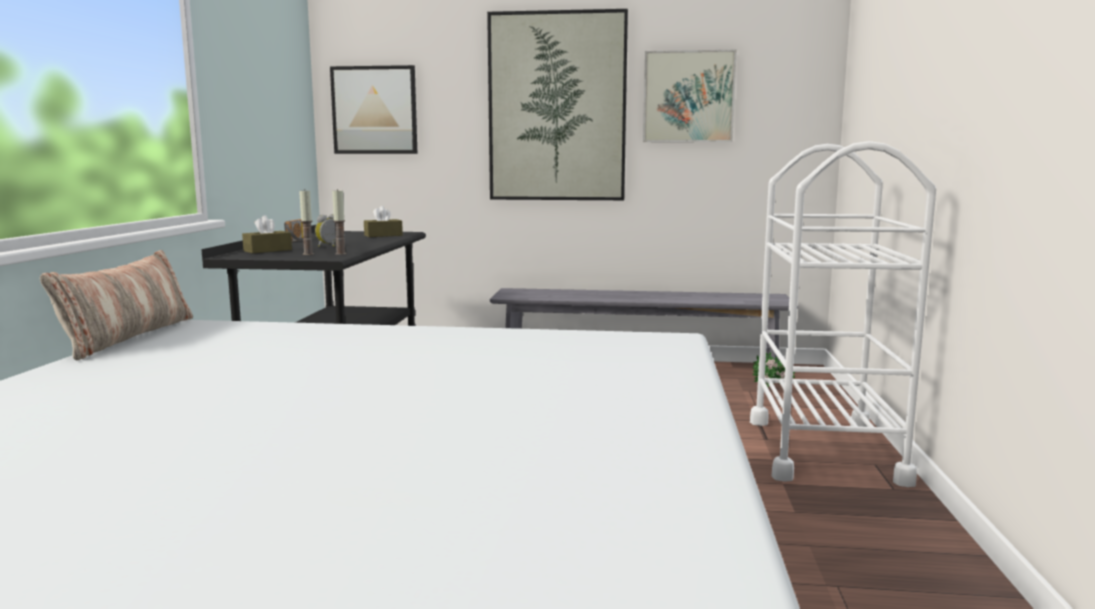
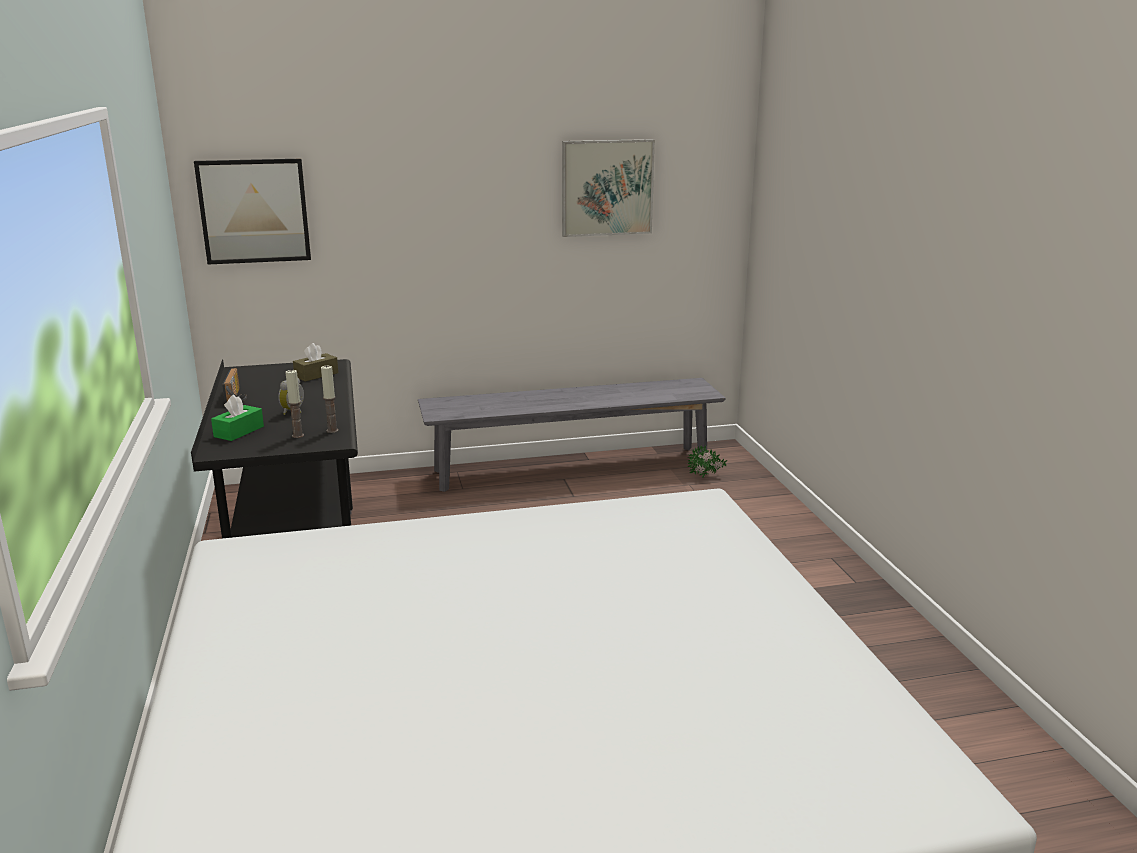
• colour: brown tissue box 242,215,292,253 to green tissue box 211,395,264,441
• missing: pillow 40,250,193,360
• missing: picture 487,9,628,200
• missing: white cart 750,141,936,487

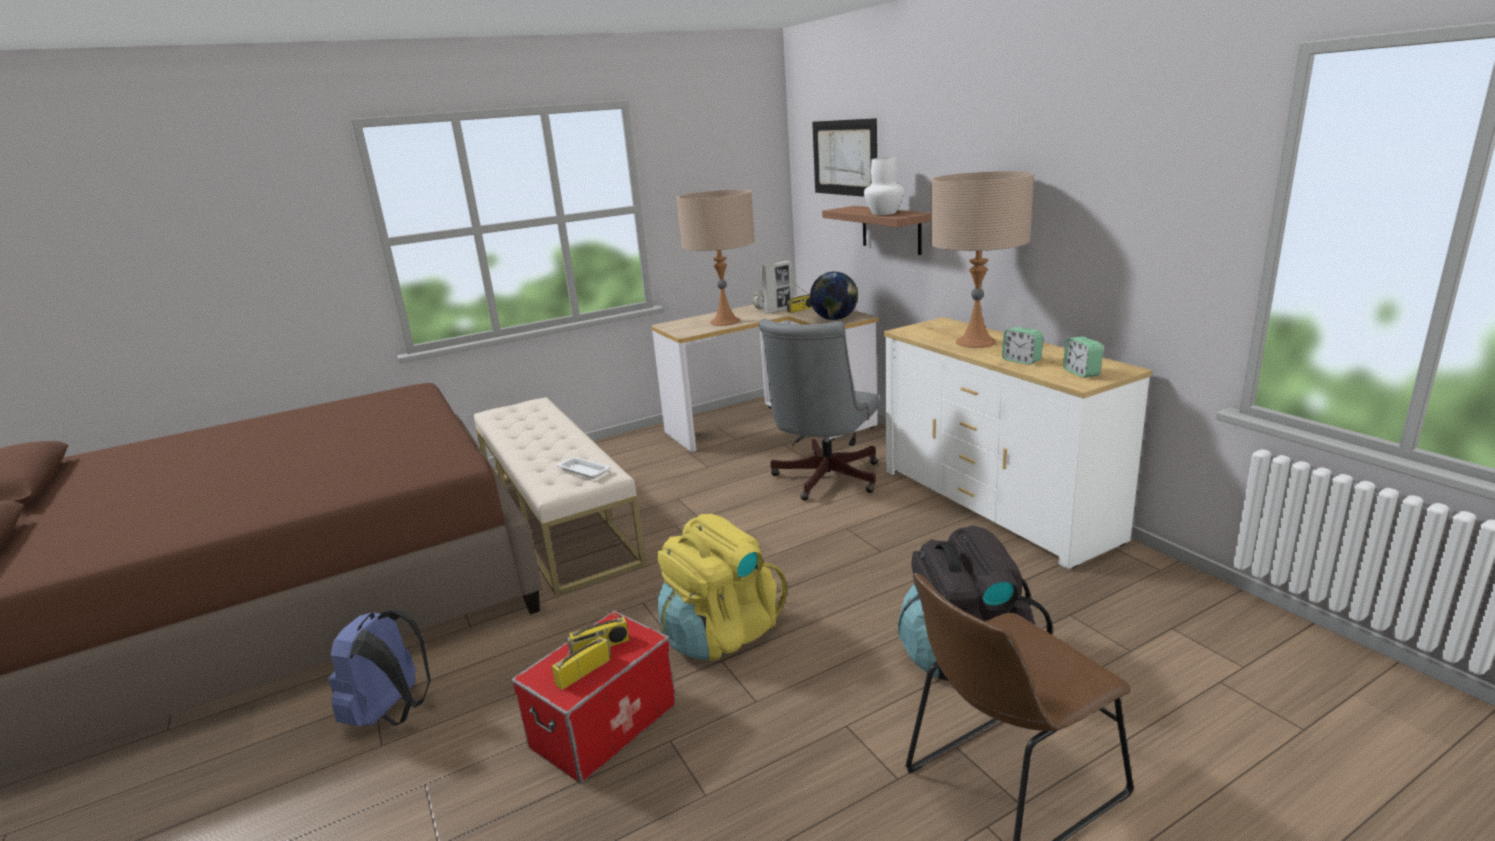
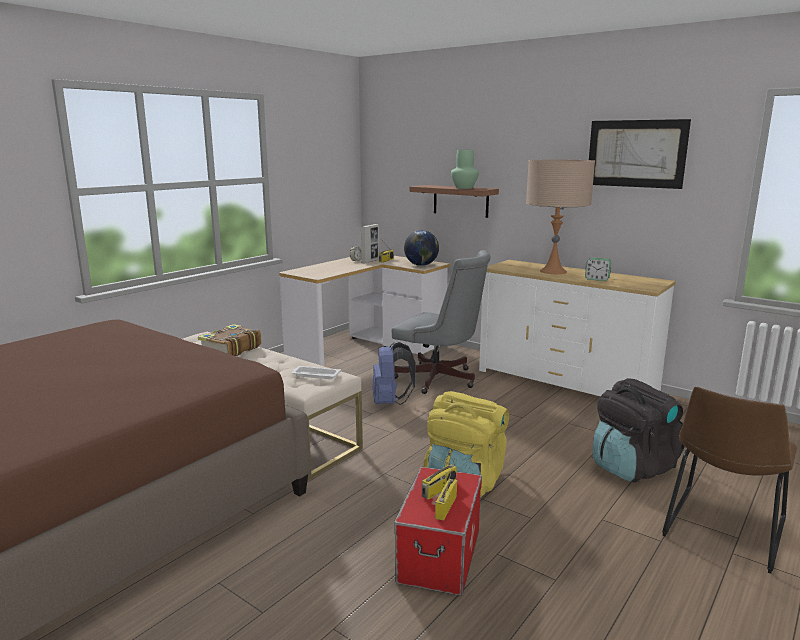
• appeared: book 198,324,261,356
• relocated: blue backpack 328,610,431,726 to 373,342,416,405
• spun: grey office chair 759,319,880,501 = 392,250,491,394 60 degrees counterclockwise
• colour: white vase 864,157,904,215 to green vase 451,150,479,189
• relocated: picture 812,118,877,197 to 589,119,691,189
• missing: beige table lamp 677,190,755,326
• missing: alarm clock 1063,337,1103,378

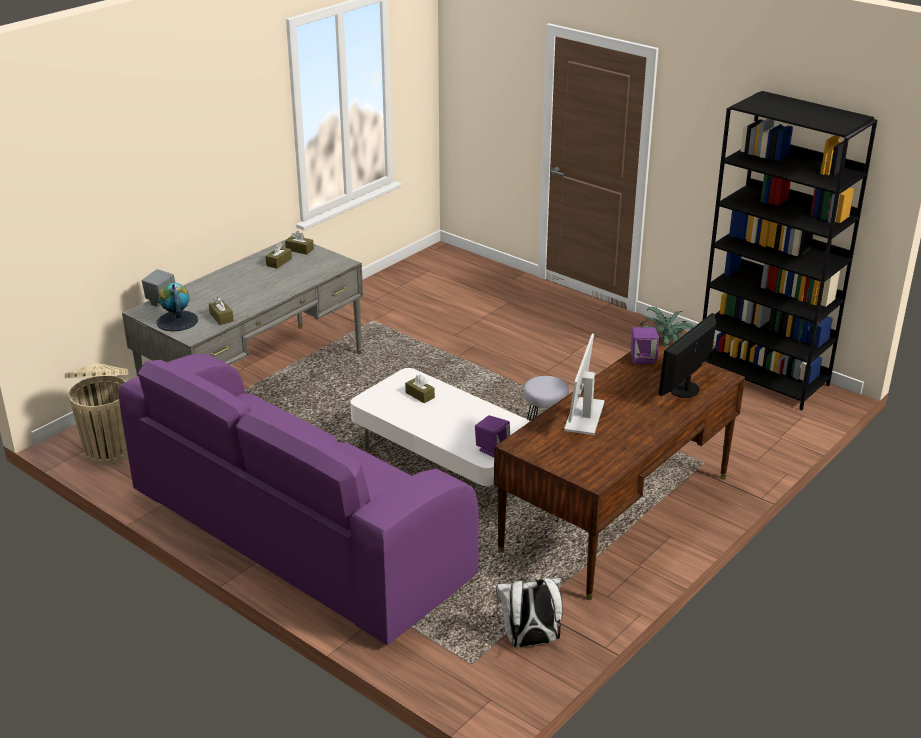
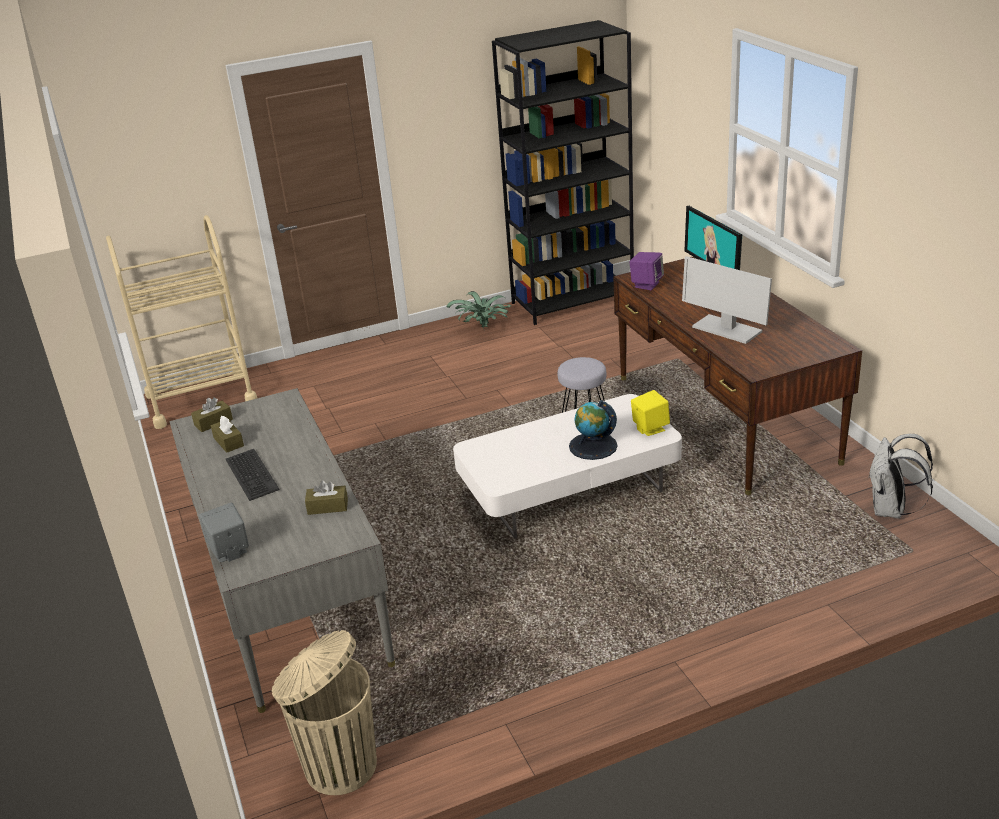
• appeared: beige cart 106,215,257,429
• appeared: keyboard 226,449,280,501
• relocated: globe 157,283,198,331 to 569,400,618,460
• colour: purple speaker 475,415,510,457 to yellow speaker 631,390,670,436
• missing: purple sofa 118,353,479,645
• missing: brown tissue box 405,375,435,403

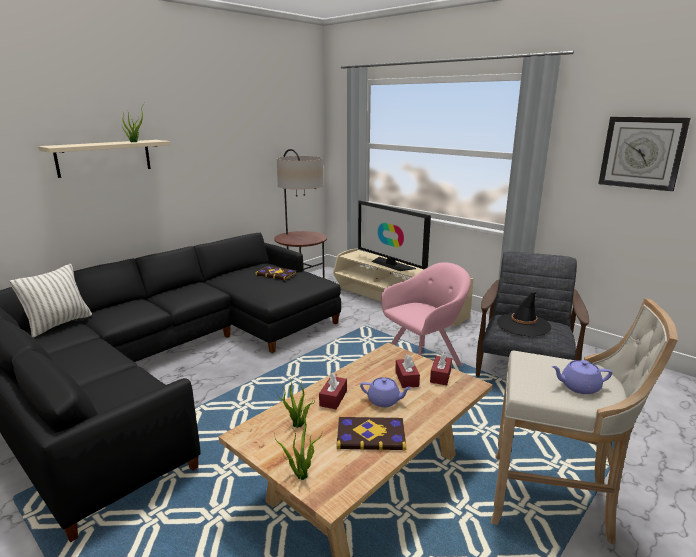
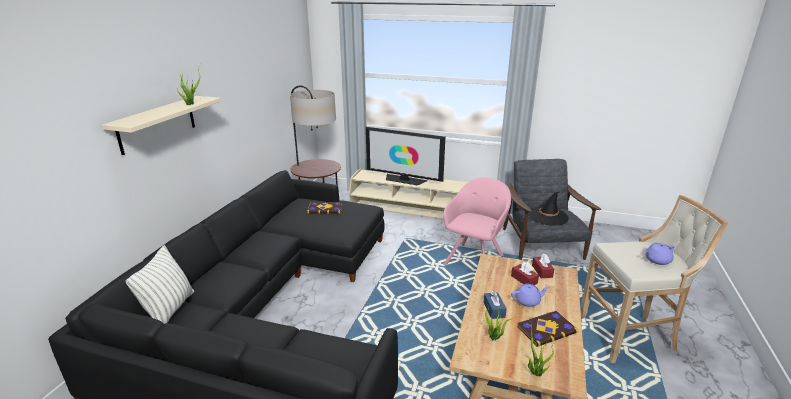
• colour: red tissue box 319,373,347,409 to blue tissue box 484,291,507,319
• missing: wall clock 598,117,691,192

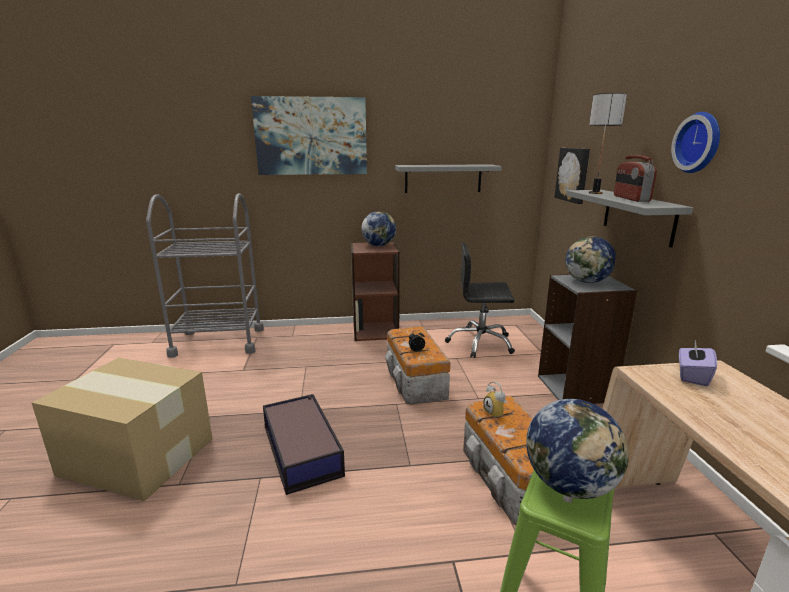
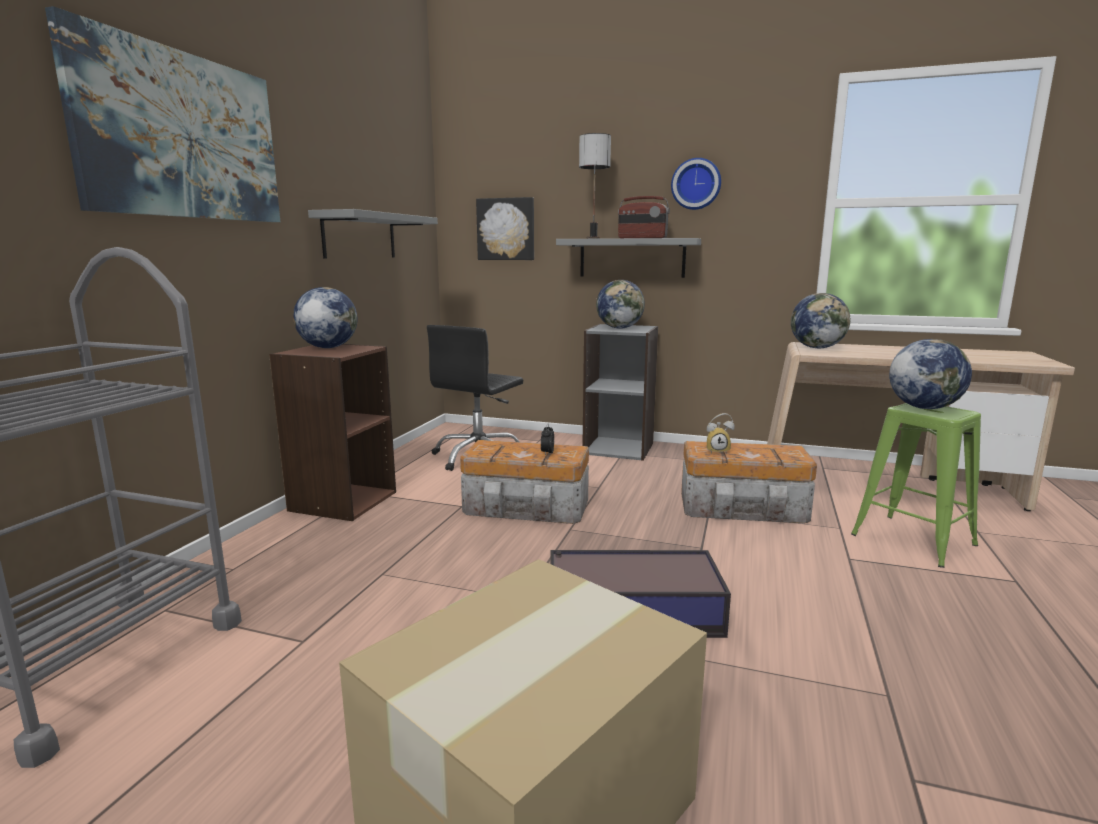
• exchanged: purple tissue box 679,340,717,386 to globe 791,293,851,348

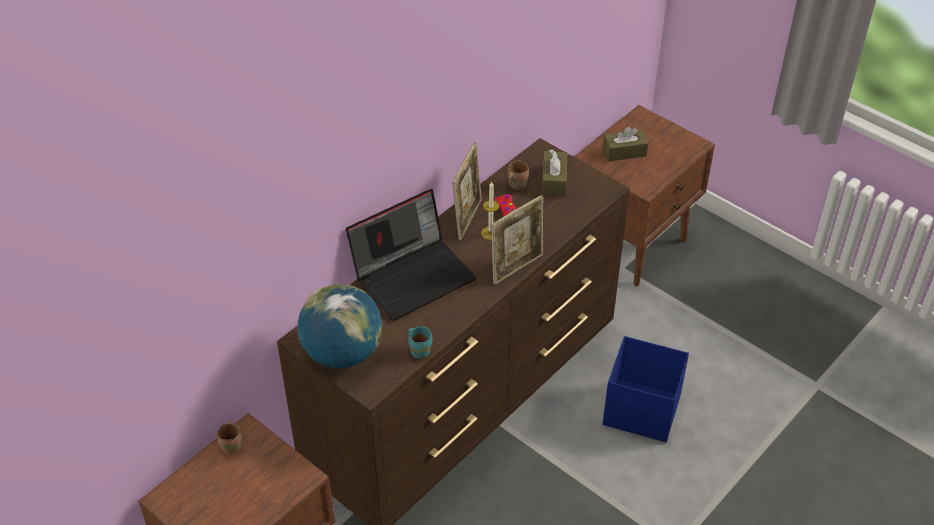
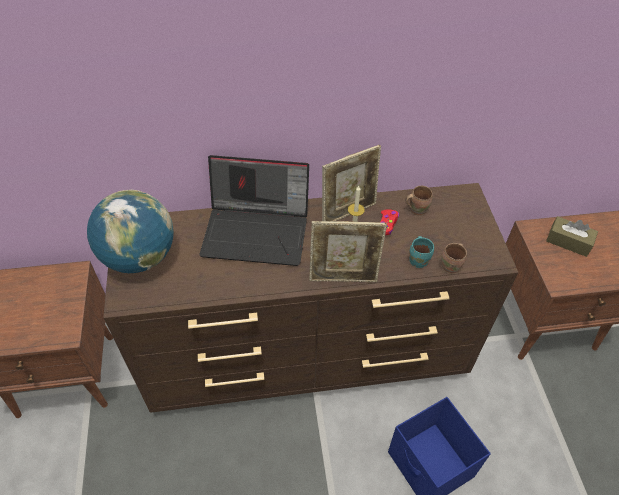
• relocated: turquoise mug 408,326,432,359 to 409,236,434,268
• relocated: brown mug 217,421,242,454 to 442,243,467,274
• missing: brown tissue box 542,149,567,196

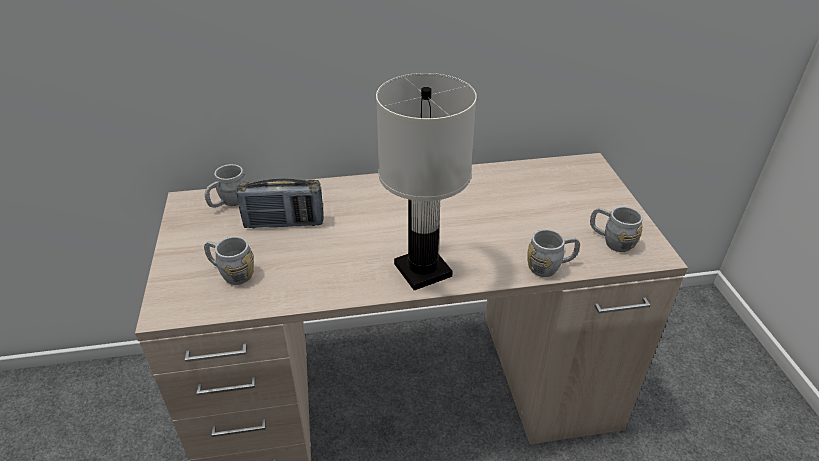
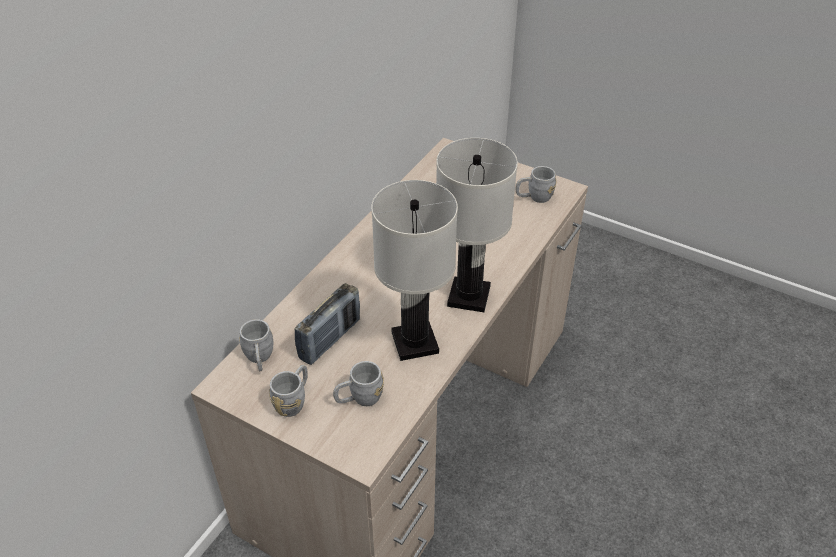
• relocated: grey mug 527,229,580,277 to 269,365,308,417
• appeared: white table lamp 371,180,458,361

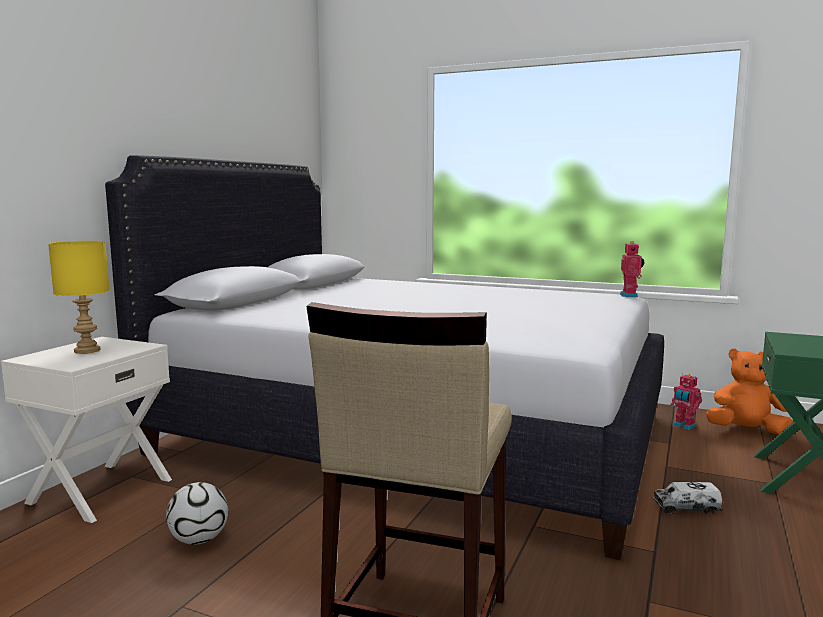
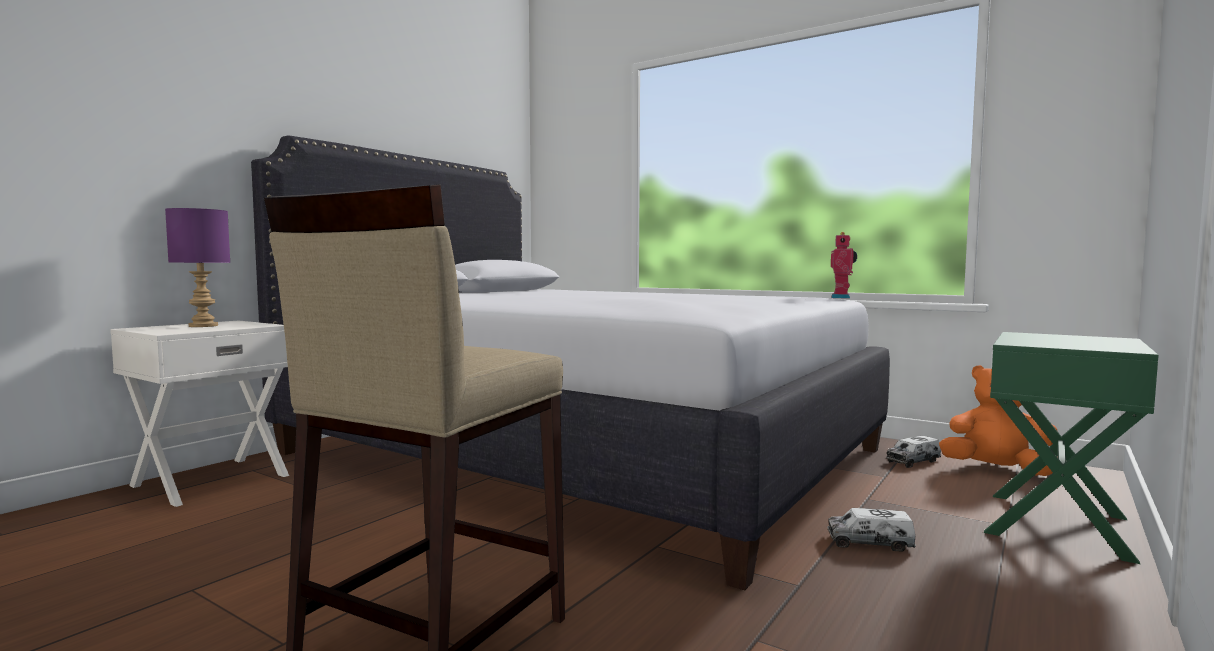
• colour: yellow table lamp 48,241,110,354 to purple table lamp 165,208,230,327
• exchanged: toy robot 671,373,702,430 to toy truck 886,436,941,468
• missing: football 166,482,228,545

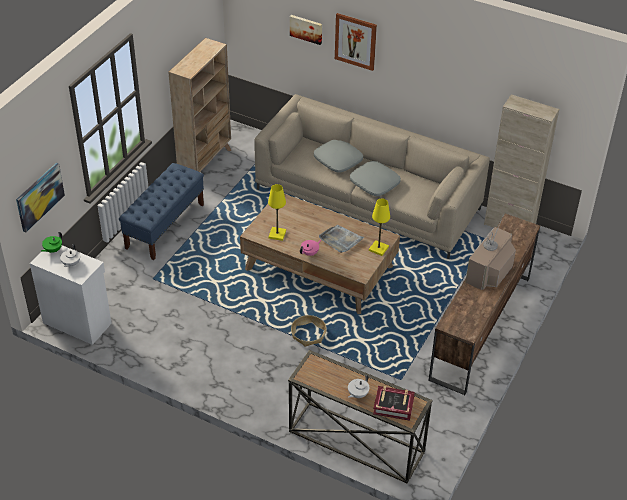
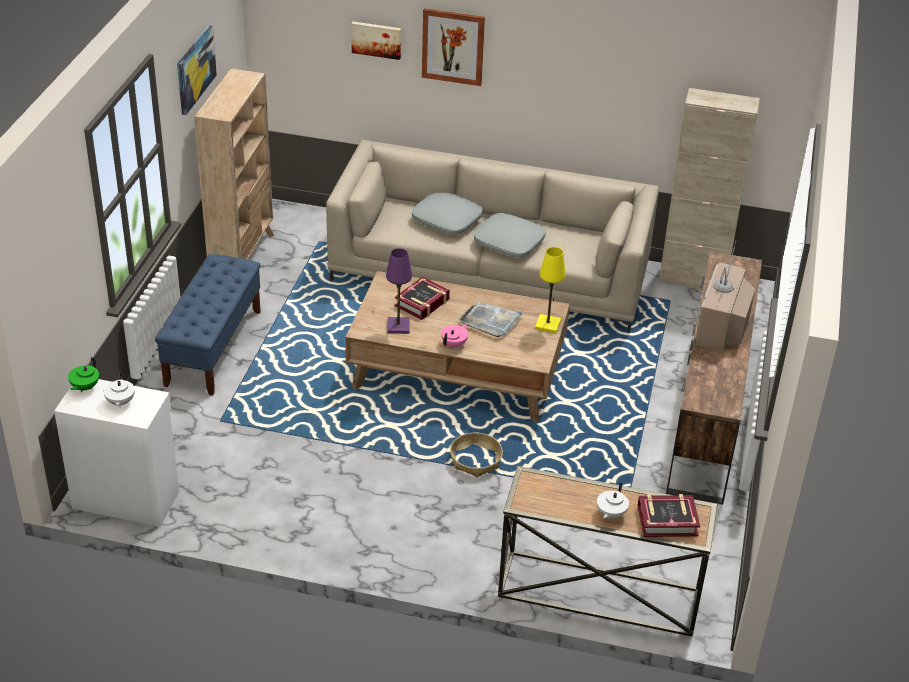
• relocated: picture 16,163,65,233 to 177,25,217,115
• colour: yellow table lamp 268,184,286,241 to purple table lamp 386,248,412,334
• appeared: book 395,277,450,320

